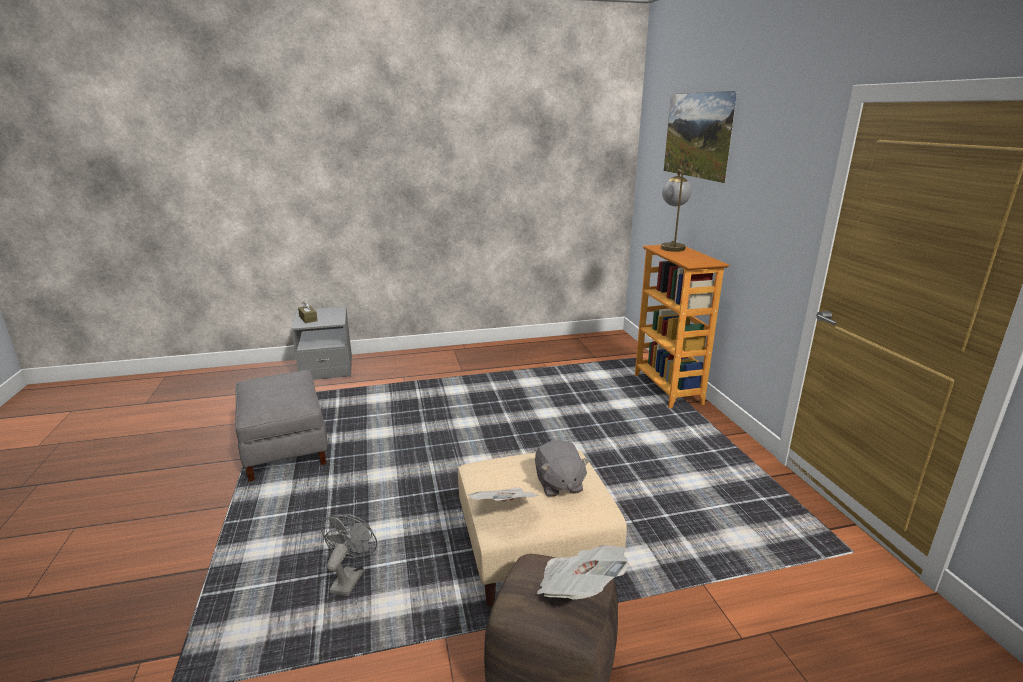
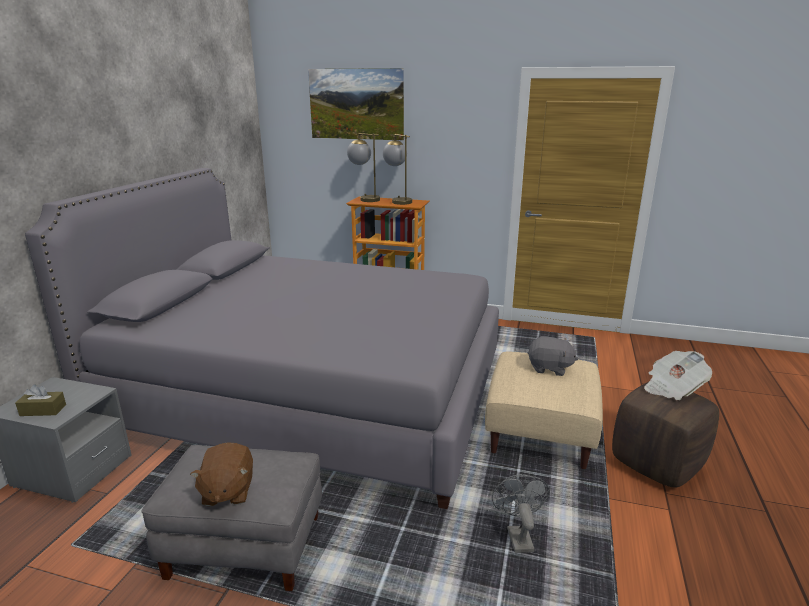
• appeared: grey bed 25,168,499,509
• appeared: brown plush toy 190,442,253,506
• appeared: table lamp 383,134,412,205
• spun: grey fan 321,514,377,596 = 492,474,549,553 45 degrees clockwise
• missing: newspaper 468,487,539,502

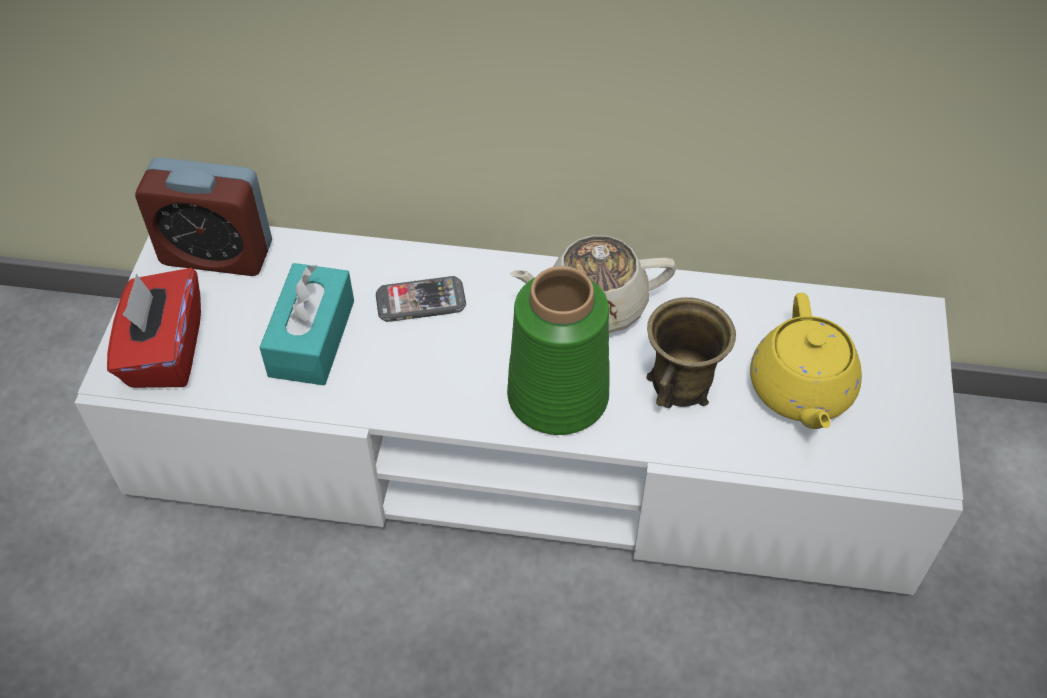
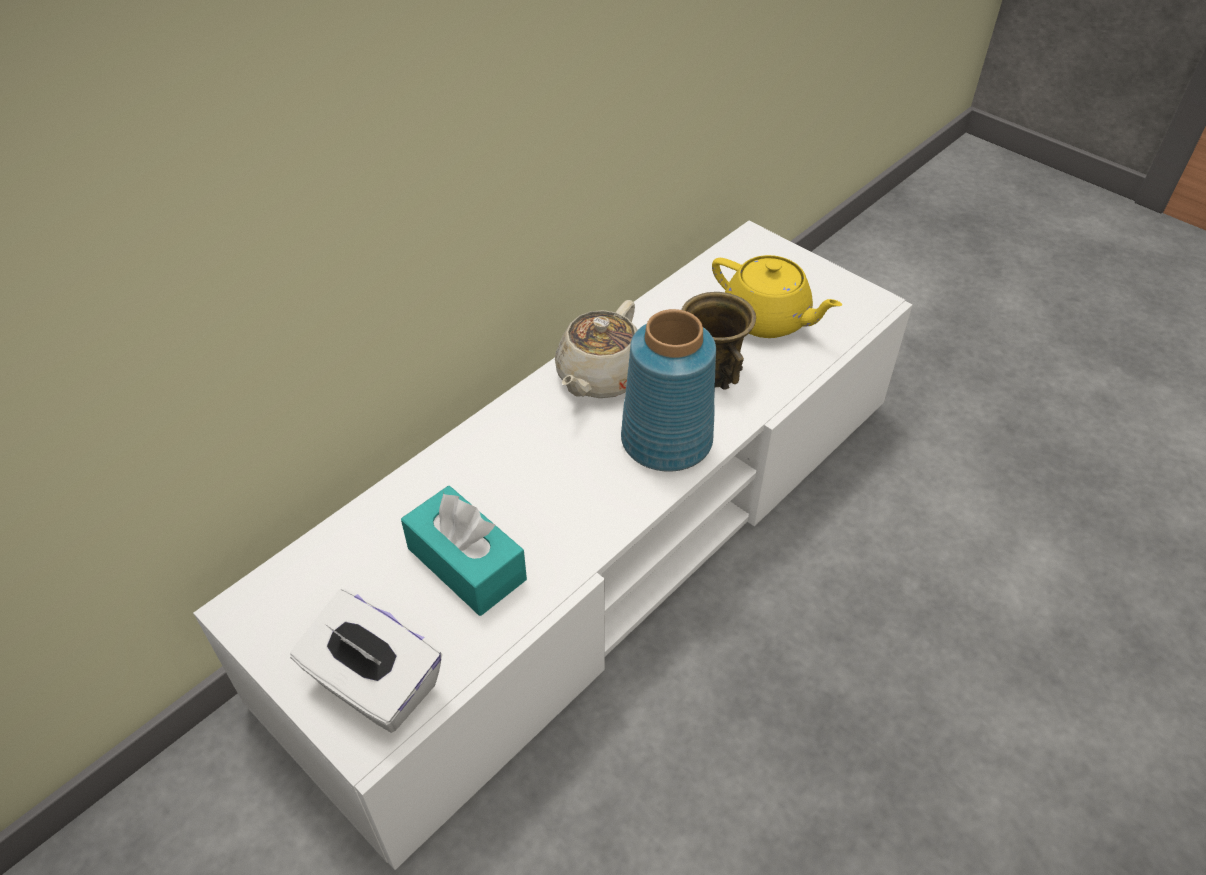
• colour: red tissue box 107,268,201,388 to white tissue box 290,589,442,733
• colour: green vase 507,266,610,435 to blue vase 621,309,716,472
• missing: alarm clock 135,157,272,276
• missing: phone 376,276,466,322

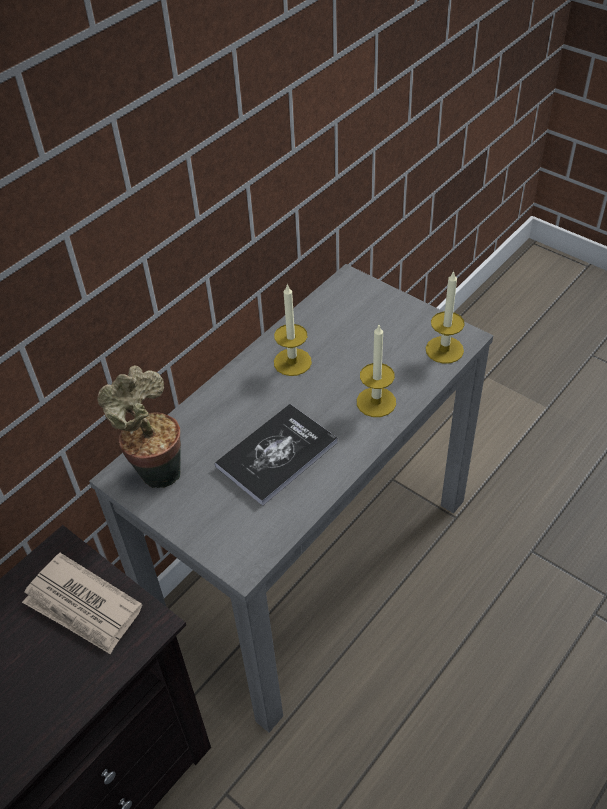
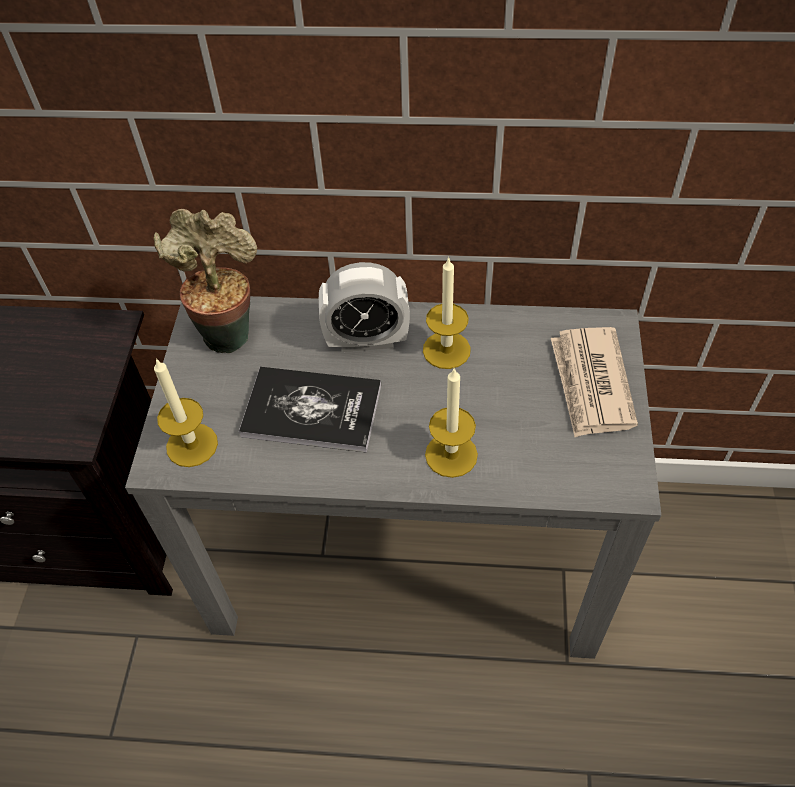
• relocated: candle 426,270,465,364 to 154,358,218,467
• appeared: alarm clock 319,262,410,352
• relocated: newspaper 22,553,142,655 to 551,327,638,437

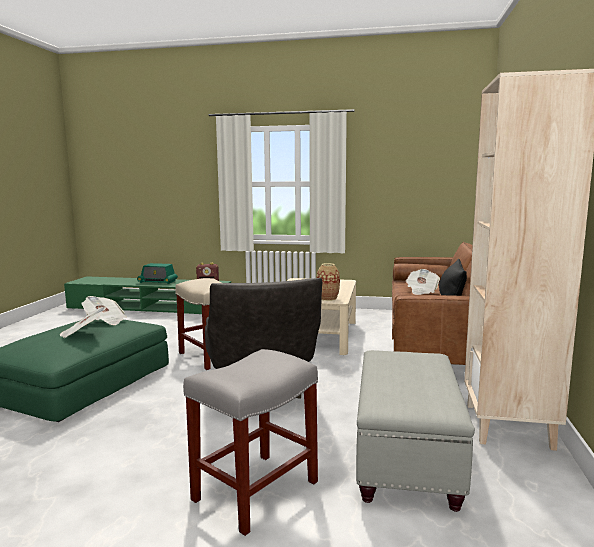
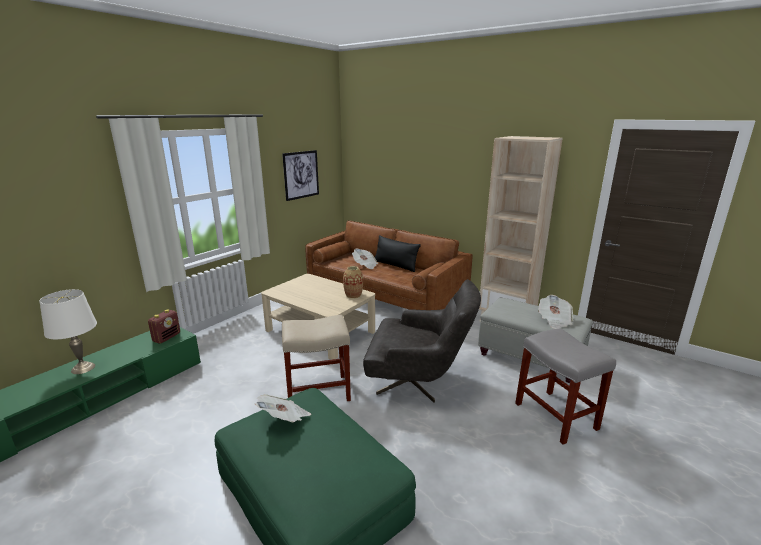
• exchanged: radio 137,263,178,284 to white table lamp 39,289,97,374
• appeared: picture 282,150,319,201
• relocated: newspaper 59,307,106,338 to 538,295,573,329

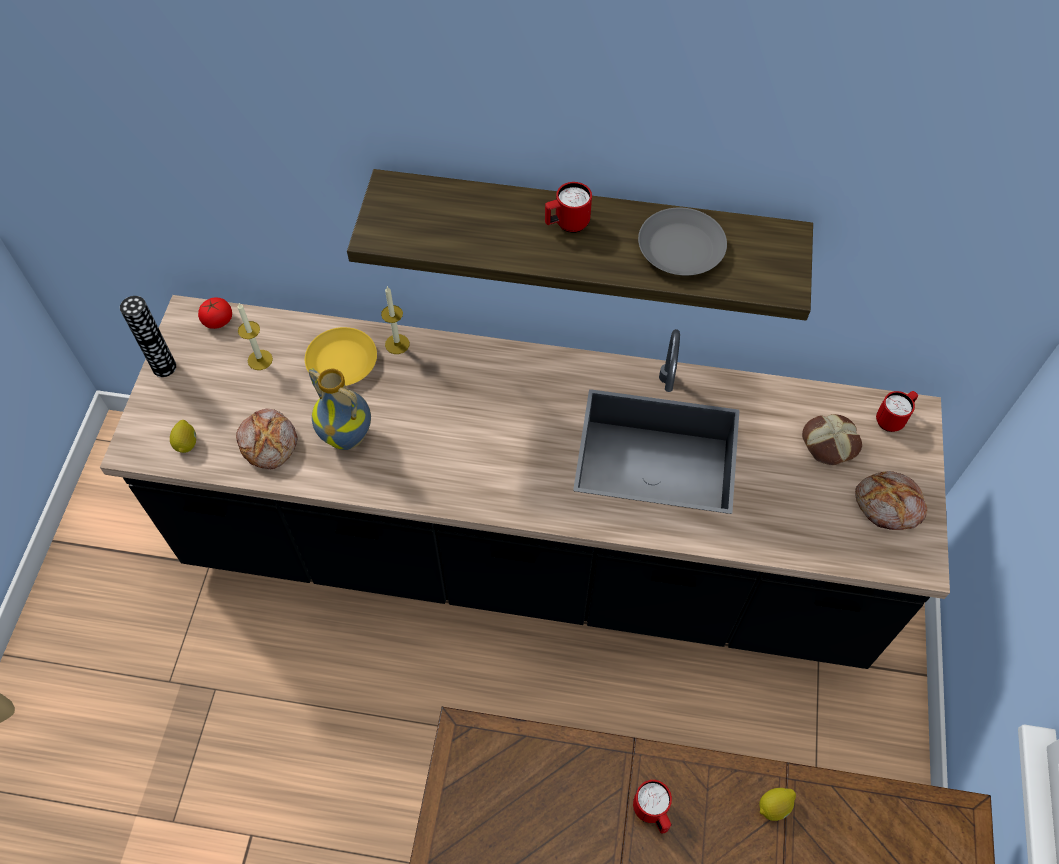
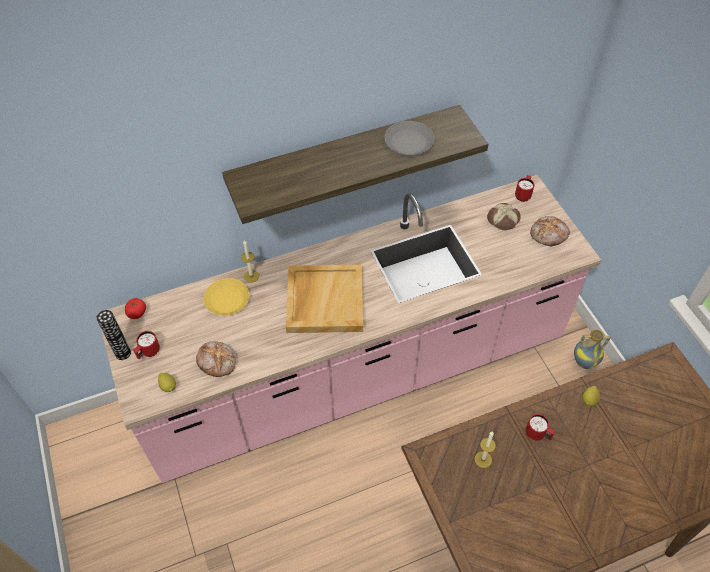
• colour: black counter 100,295,950,669 to pink counter 97,175,601,483
• relocated: red mug 545,182,592,233 to 133,331,160,359
• appeared: beige tray 286,264,363,333
• relocated: candle 238,302,273,370 to 474,432,496,468
• relocated: vase 309,368,371,450 to 574,330,611,369

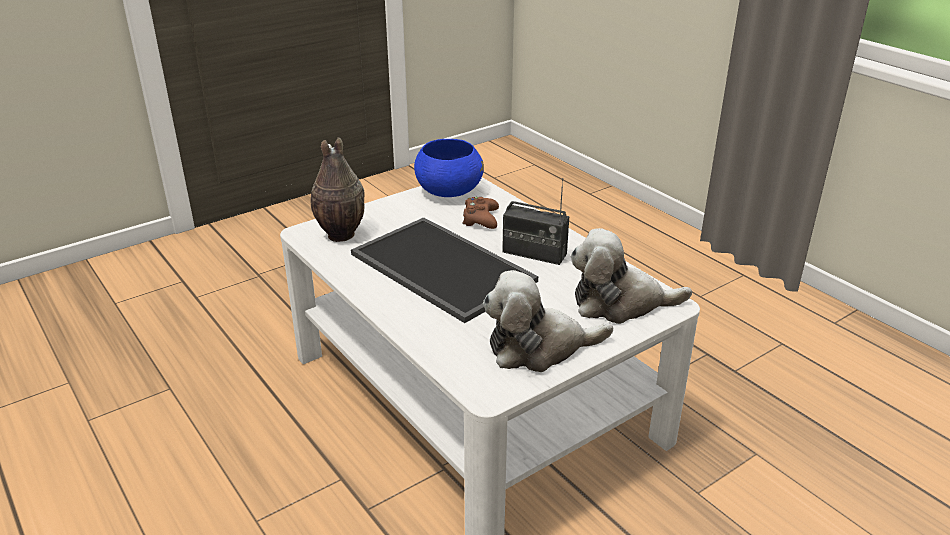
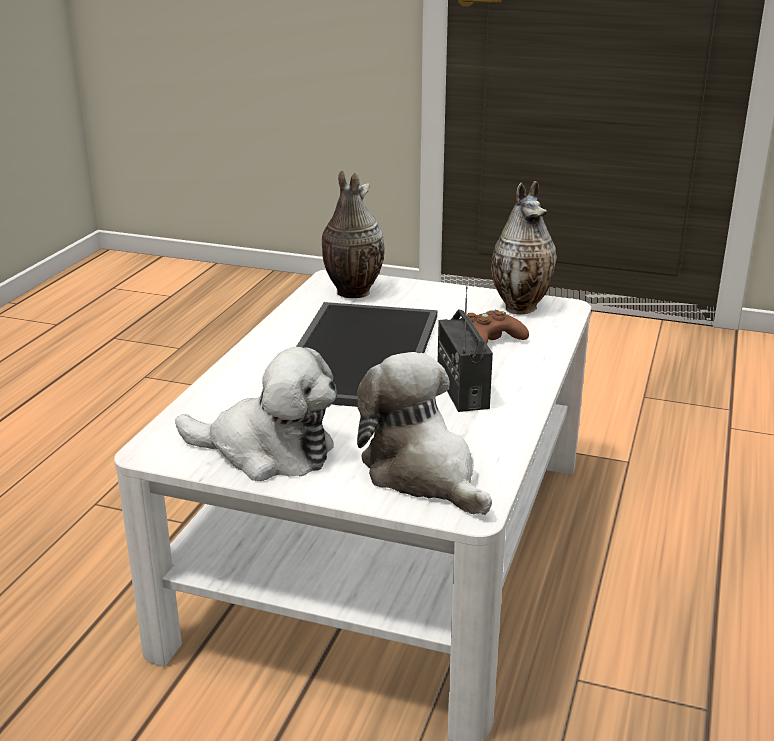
• spun: plush toy 483,270,613,372 = 175,347,337,481 150 degrees clockwise
• exchanged: blue bowl 414,139,484,197 to vase 491,181,557,314

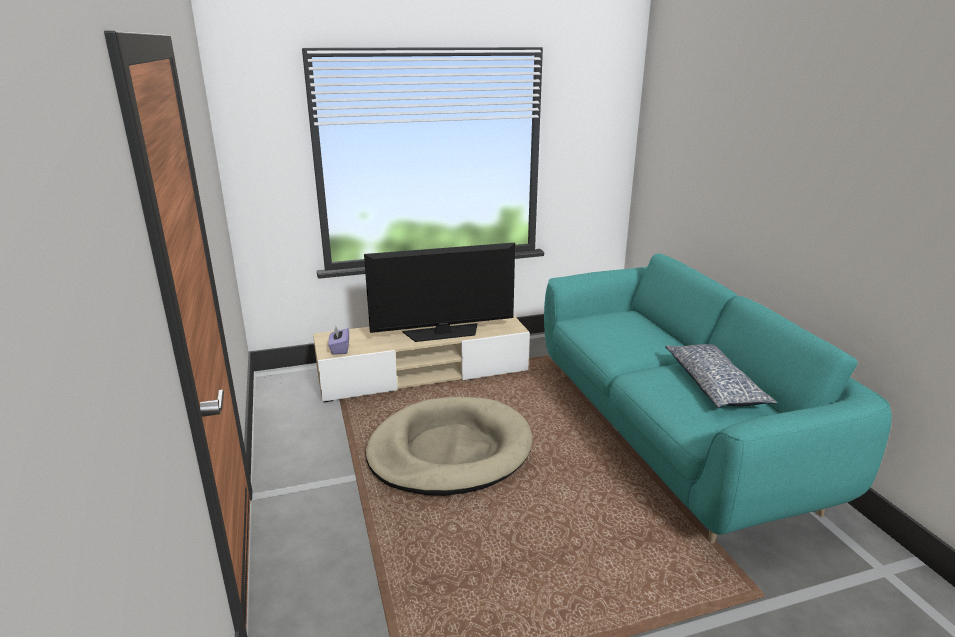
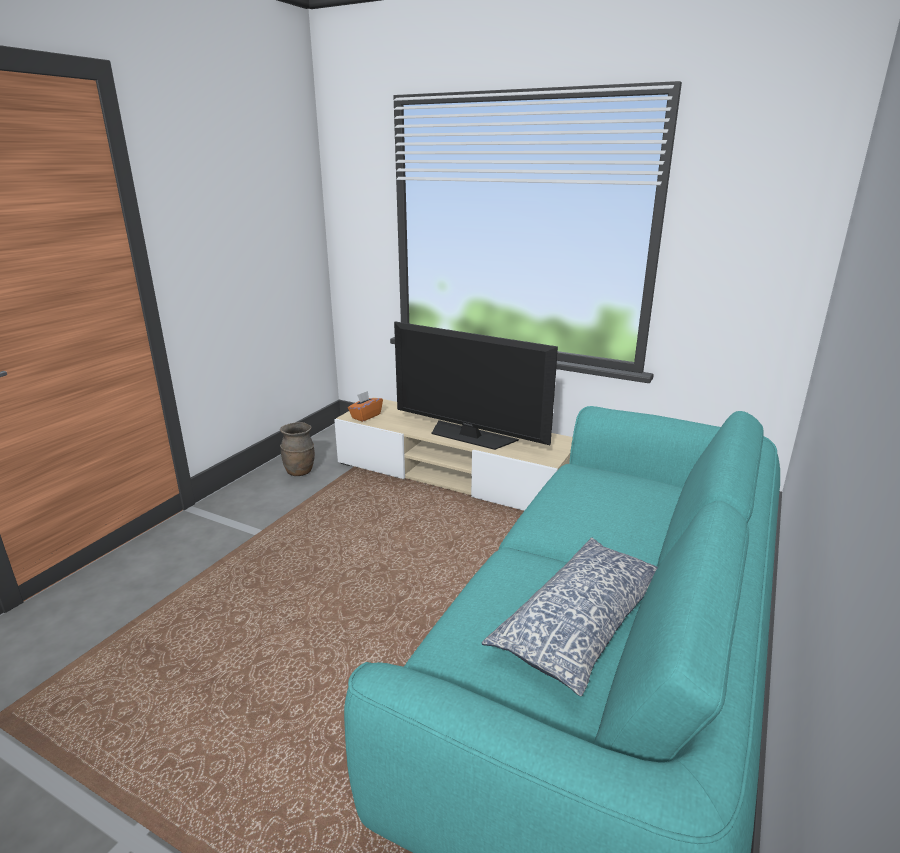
• appeared: brown vase 280,422,315,476
• colour: purple tissue box 328,326,349,355 to orange tissue box 348,391,383,422
• missing: beige dog bed 366,397,533,496

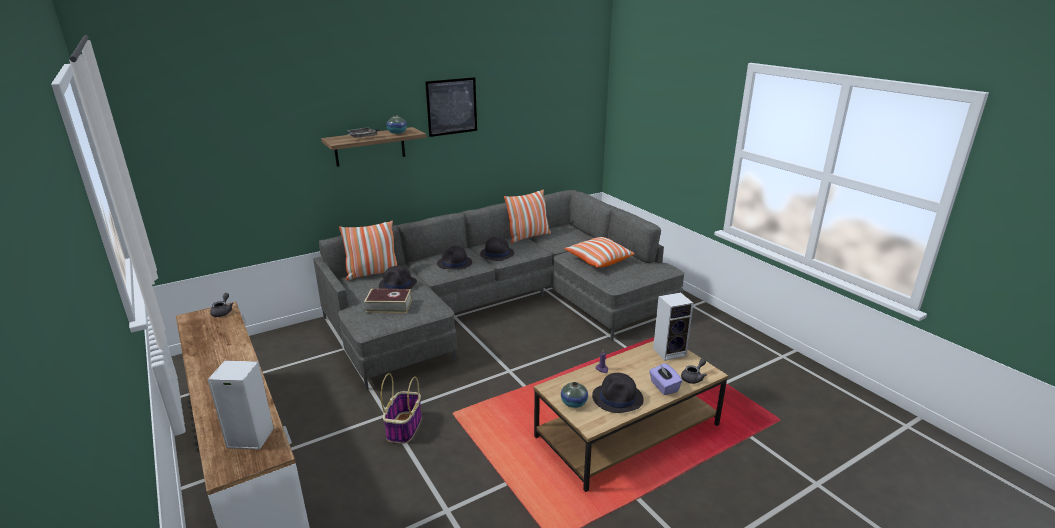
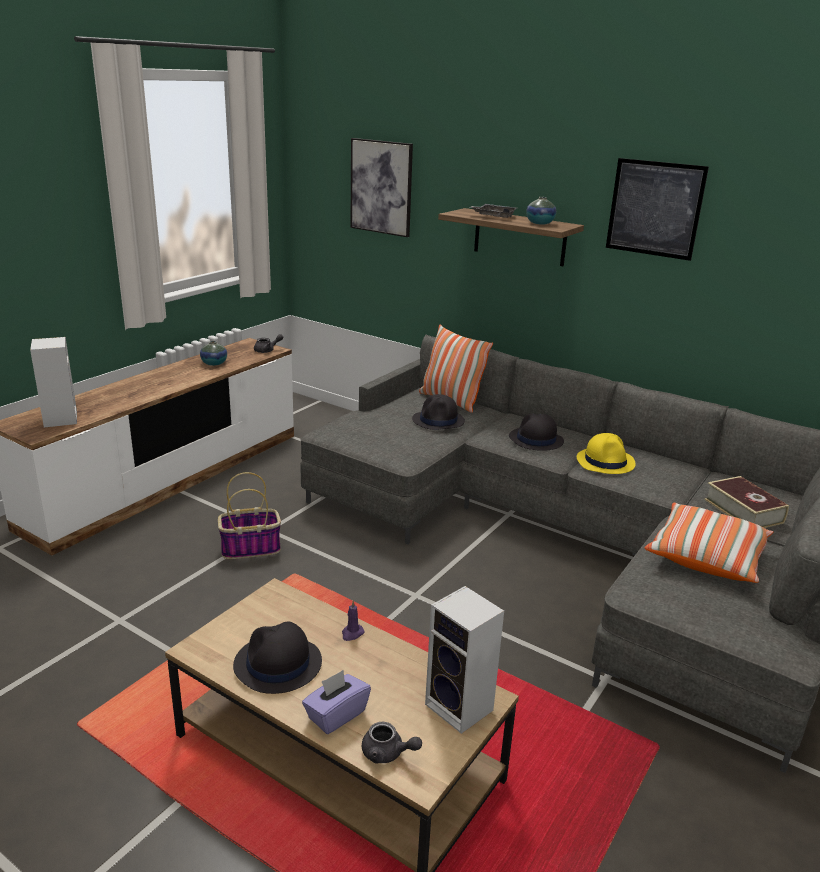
• relocated: vase 561,382,588,408 to 200,341,227,366
• appeared: picture 350,138,413,237
• colour: black hat 480,237,514,261 to yellow hat 577,433,636,474
• relocated: book 364,289,412,313 to 704,476,789,528
• missing: pillow 504,189,551,243

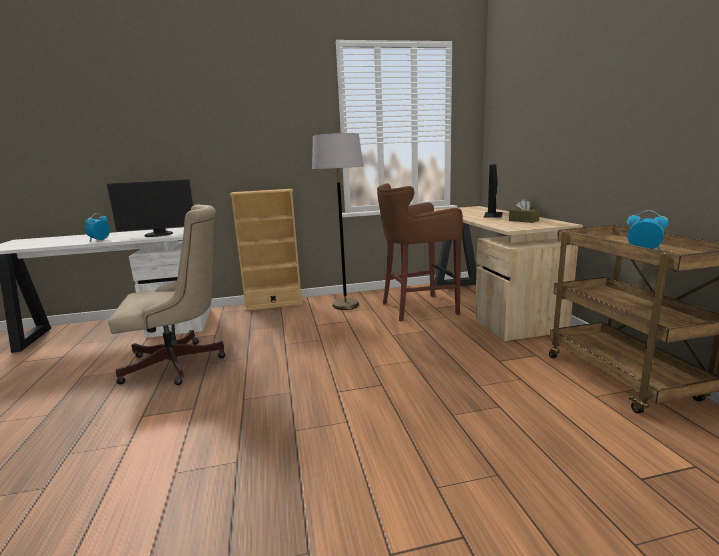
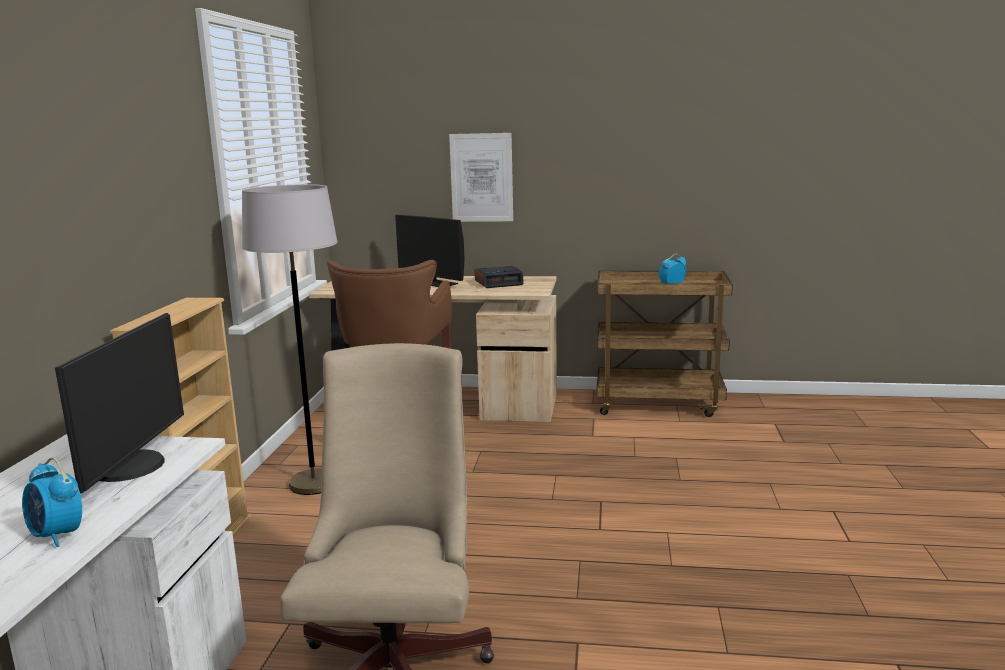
• appeared: picture 449,133,513,222
• exchanged: brown tissue box 509,199,540,223 to alarm clock 475,266,524,288

